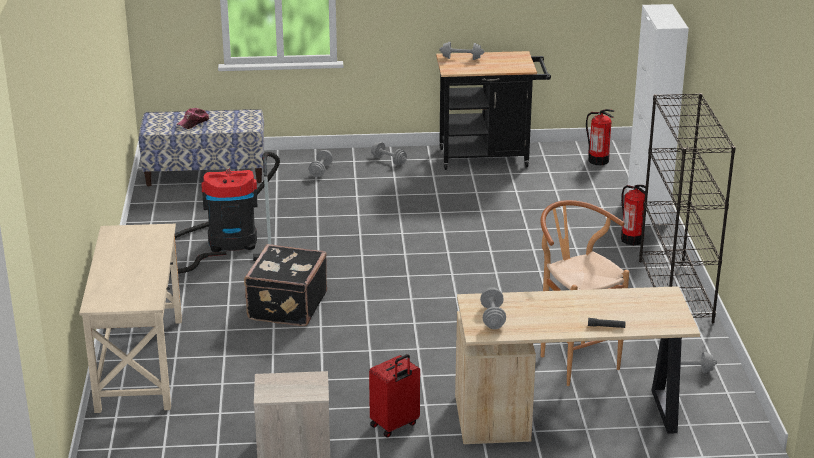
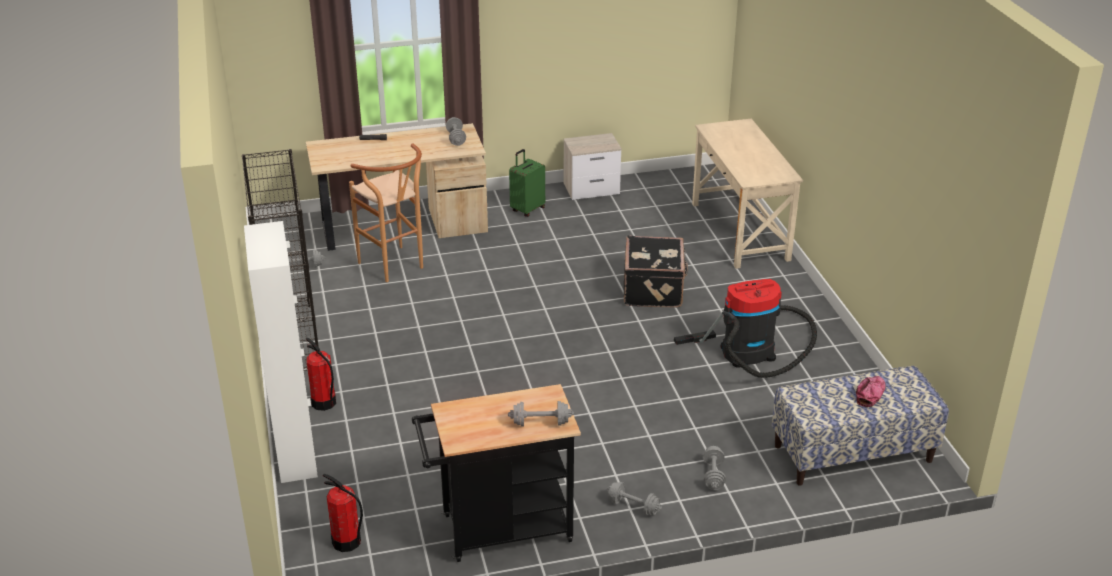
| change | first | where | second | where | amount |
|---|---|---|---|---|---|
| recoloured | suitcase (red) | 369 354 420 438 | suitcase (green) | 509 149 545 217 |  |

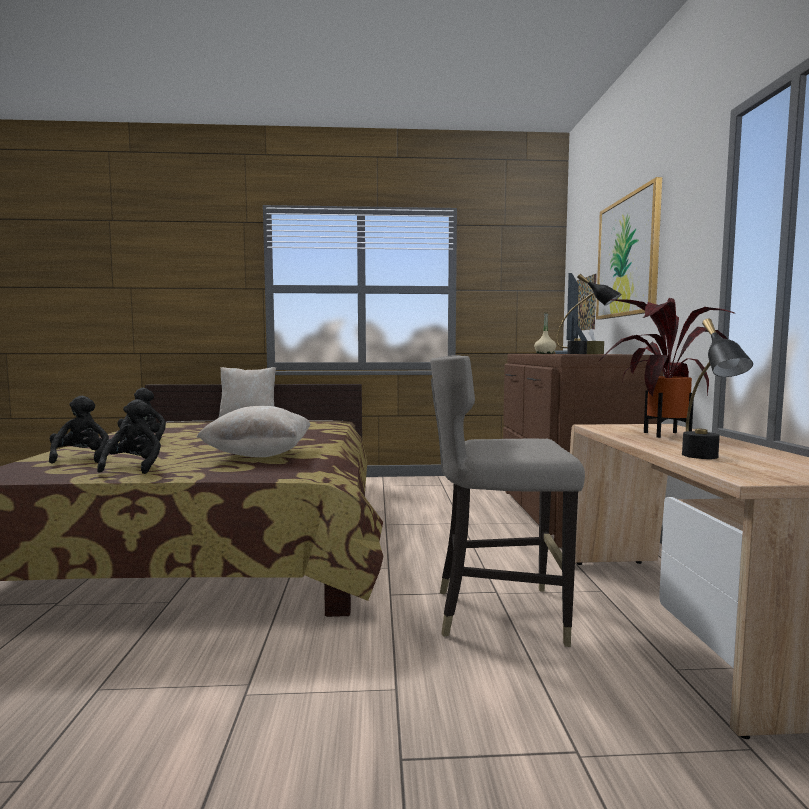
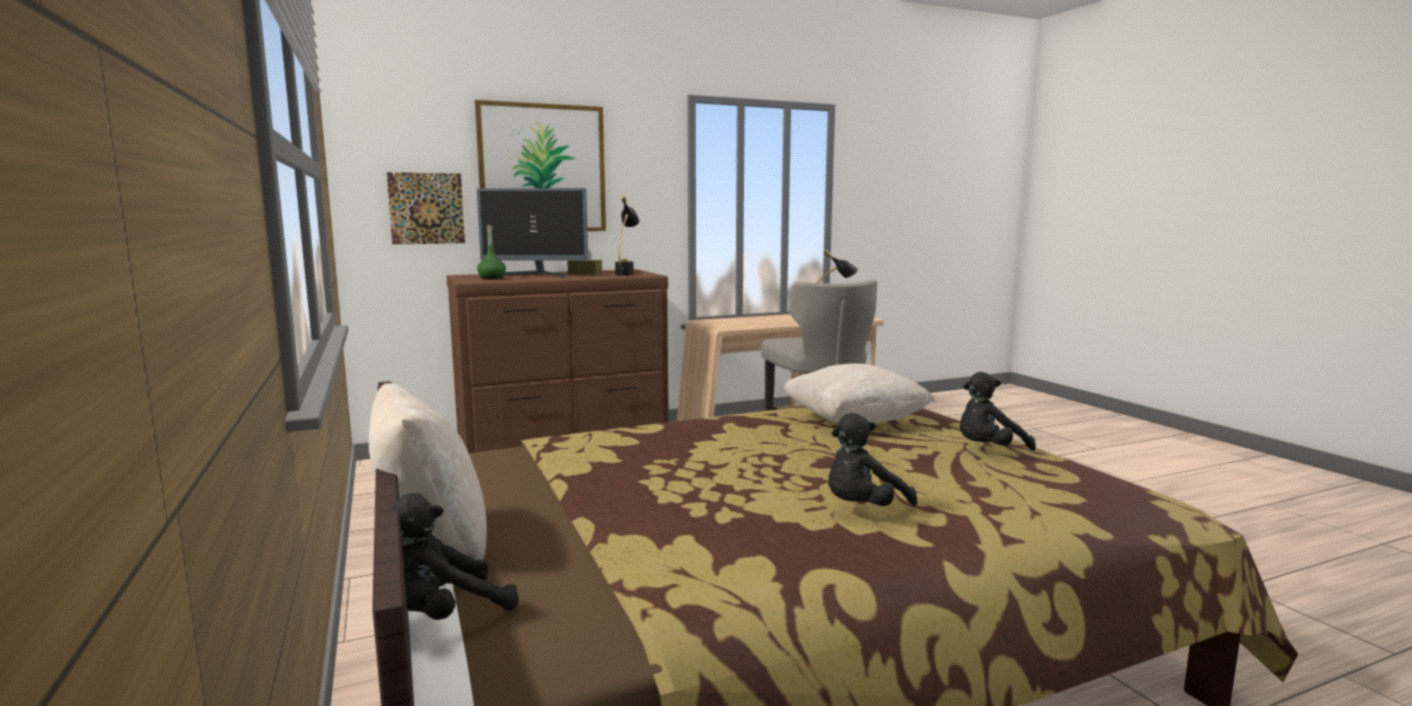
| change | first | where | second | where | amount |
|---|---|---|---|---|---|
| removed | potted plant | 599 298 736 438 |  |  |  |
| moved | plush toy (black) | 49 396 109 463 |  | 392 493 519 620 |  |
| recoloured | bottle (beige) | 534 312 556 354 | bottle (green) | 477 224 506 279 |  |

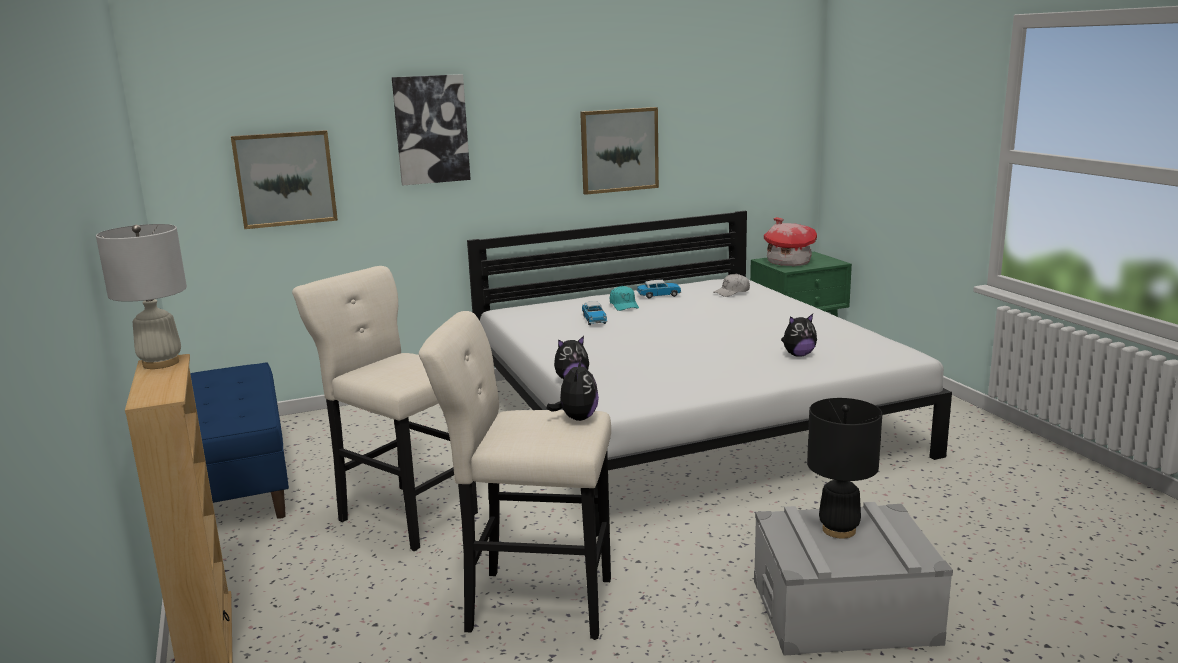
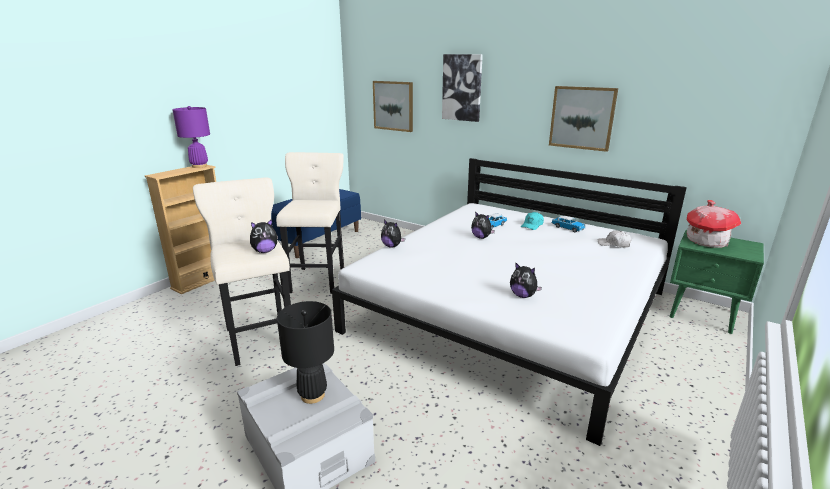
| change | first | where | second | where | amount |
|---|---|---|---|---|---|
| added |  |  | plush toy | 471 211 495 239 |  |
| recoloured | table lamp (white) | 96 224 187 369 | table lamp (purple) | 172 106 210 168 |  |

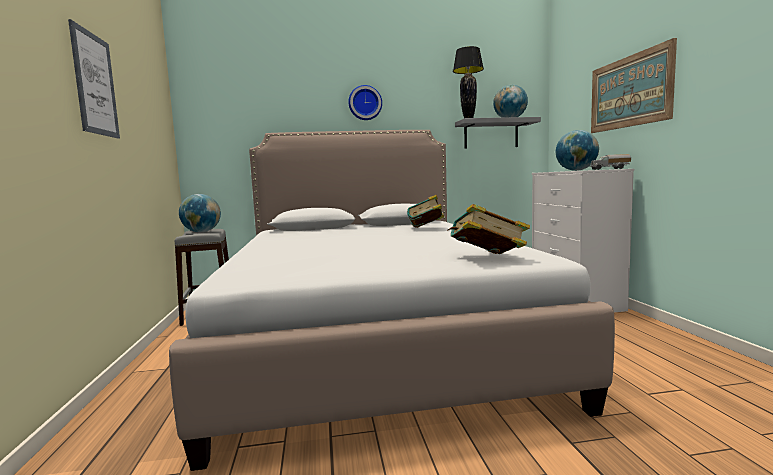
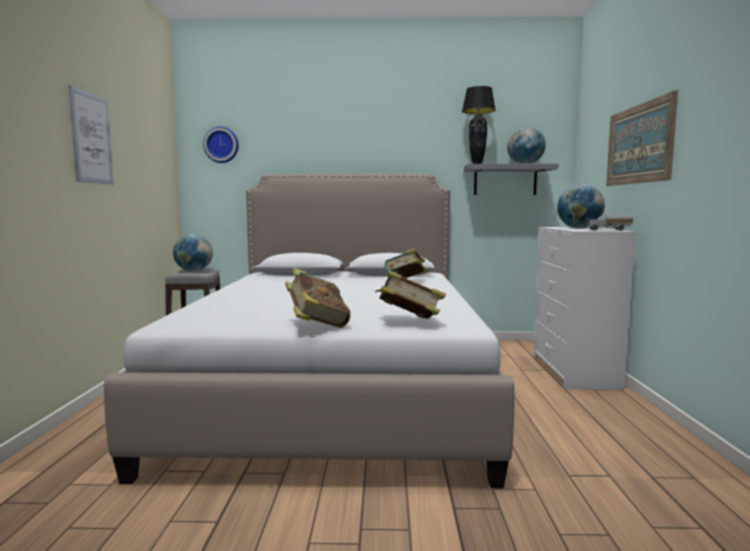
| change | first | where | second | where | amount |
|---|---|---|---|---|---|
| added |  |  | book | 285 268 350 328 |  |
| moved | wall clock | 348 85 382 120 |  | 203 127 239 163 |  |

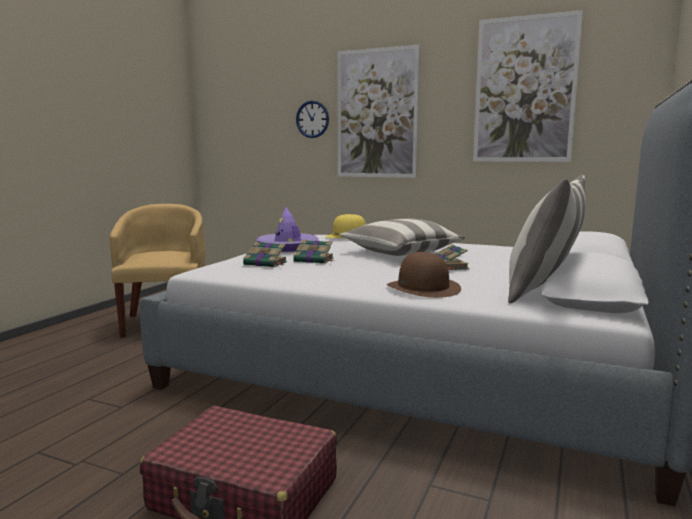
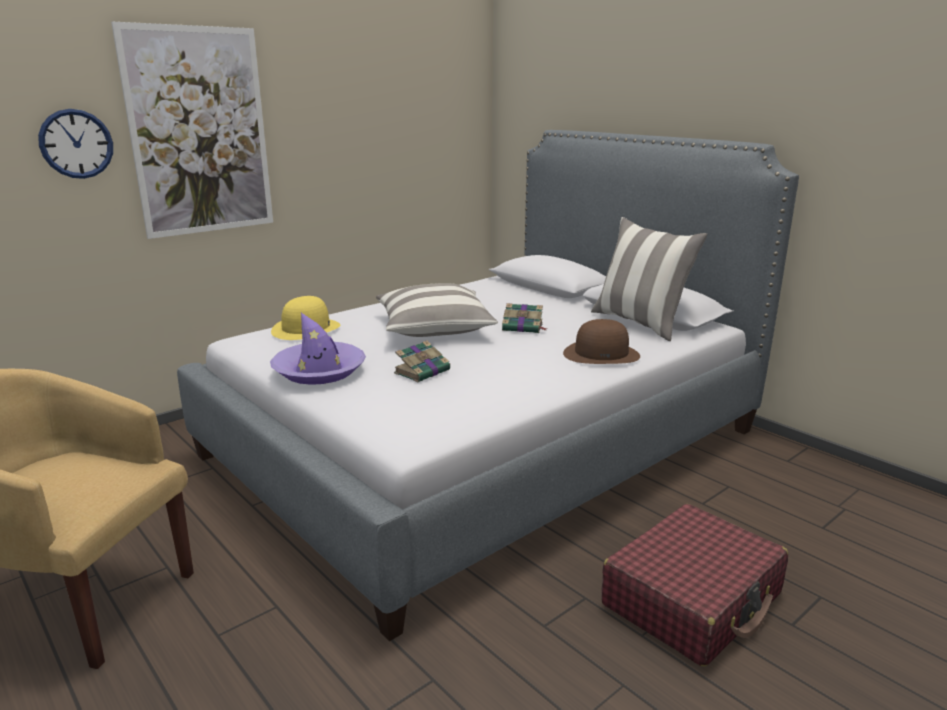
| change | first | where | second | where | amount |
|---|---|---|---|---|---|
| removed | book | 243 242 287 267 |  |  |  |
| removed | picture | 473 10 583 162 |  |  |  |

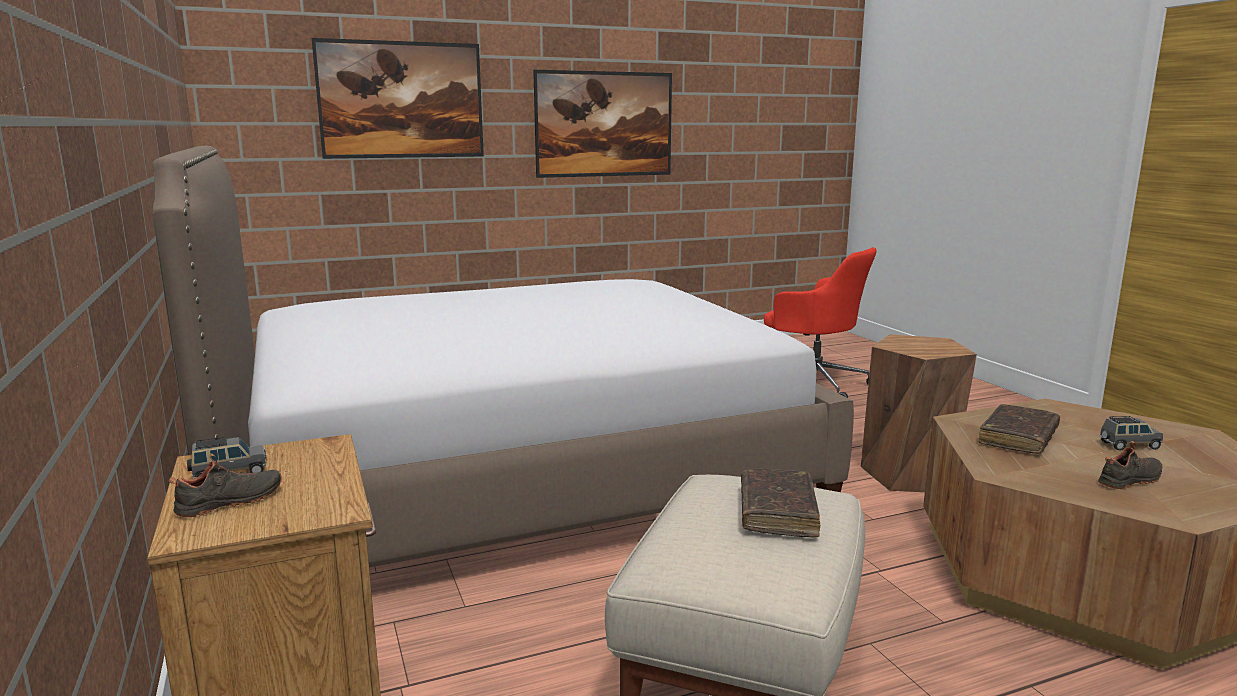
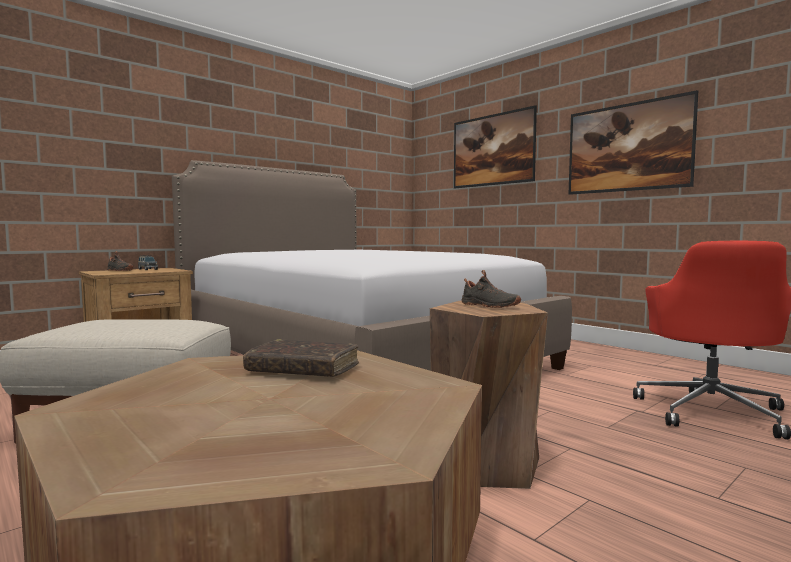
| change | first | where | second | where | amount |
|---|---|---|---|---|---|
| removed | book (brown) | 741 469 820 538 |  |  |  |
| removed | toy car (grey) | 1100 416 1163 451 |  |  |  |
| moved | shoe (black) | 1098 441 1162 489 |  | 461 270 521 308 |  |

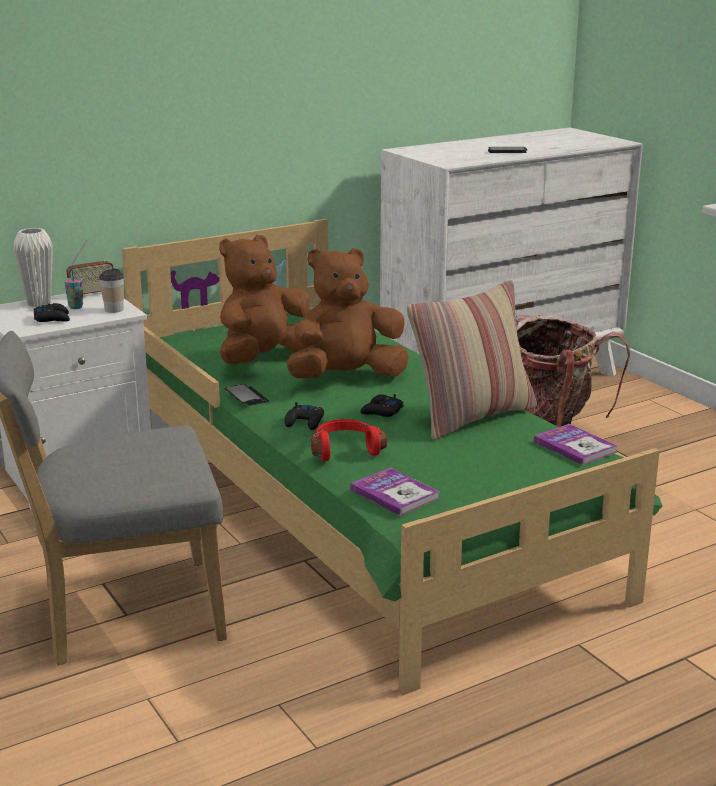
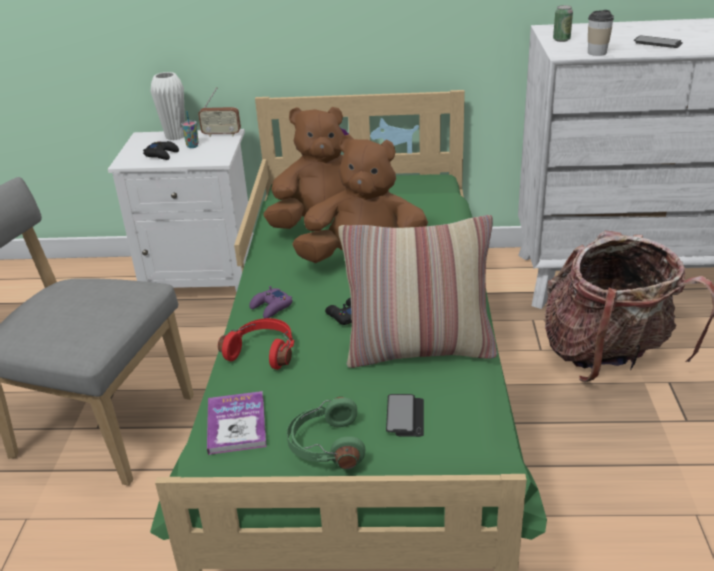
| change | first | where | second | where | amount |
|---|---|---|---|---|---|
| removed | book | 534 424 617 465 |  |  |  |
| added |  |  | headphones (green) | 287 397 365 469 |  |
| added |  |  | can | 553 5 573 42 |  |
| moved | cup | 99 269 124 313 |  | 588 10 614 56 |  |
| moved | phone | 225 384 269 405 |  | 386 394 424 437 |  |
| recoloured | game controller (black) | 285 402 324 430 | game controller (purple) | 249 286 293 318 |  |

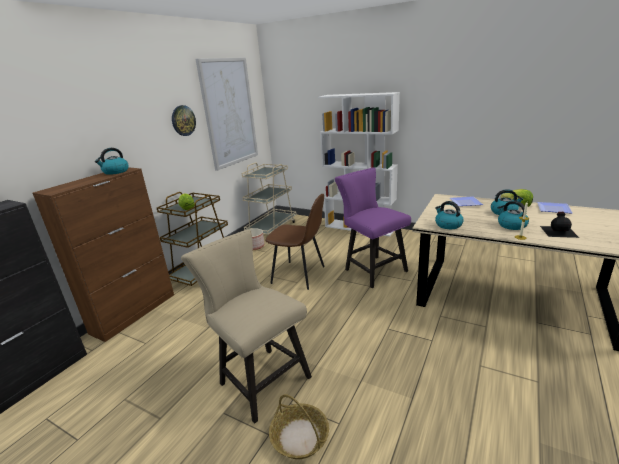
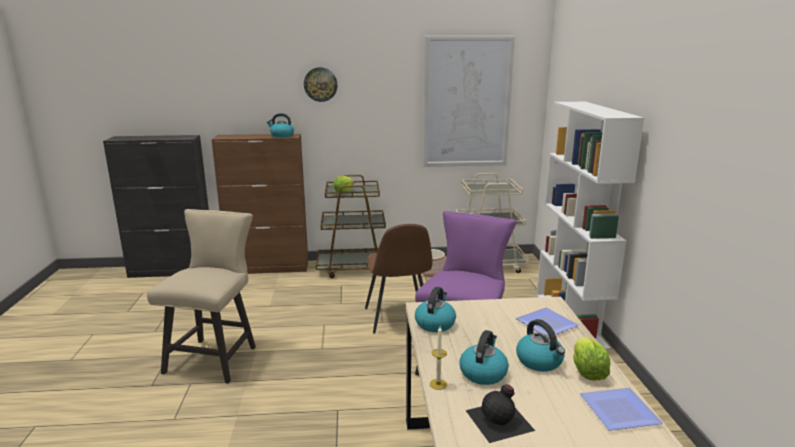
| change | first | where | second | where | amount |
|---|---|---|---|---|---|
| removed | basket | 269 394 329 459 |  |  |  |
| moved | wall clock | 172 105 196 136 |  | 304 67 338 102 |  |

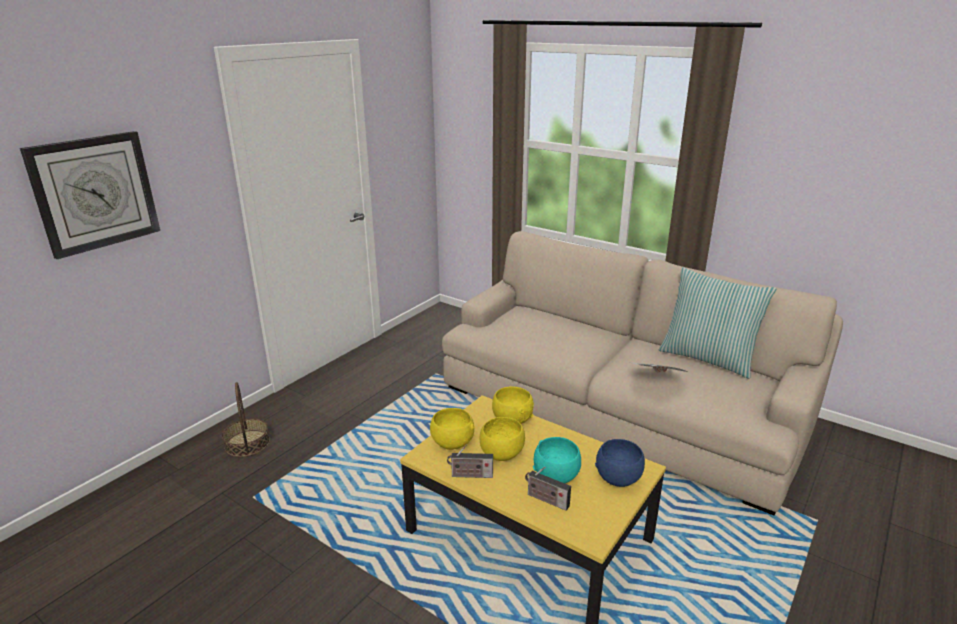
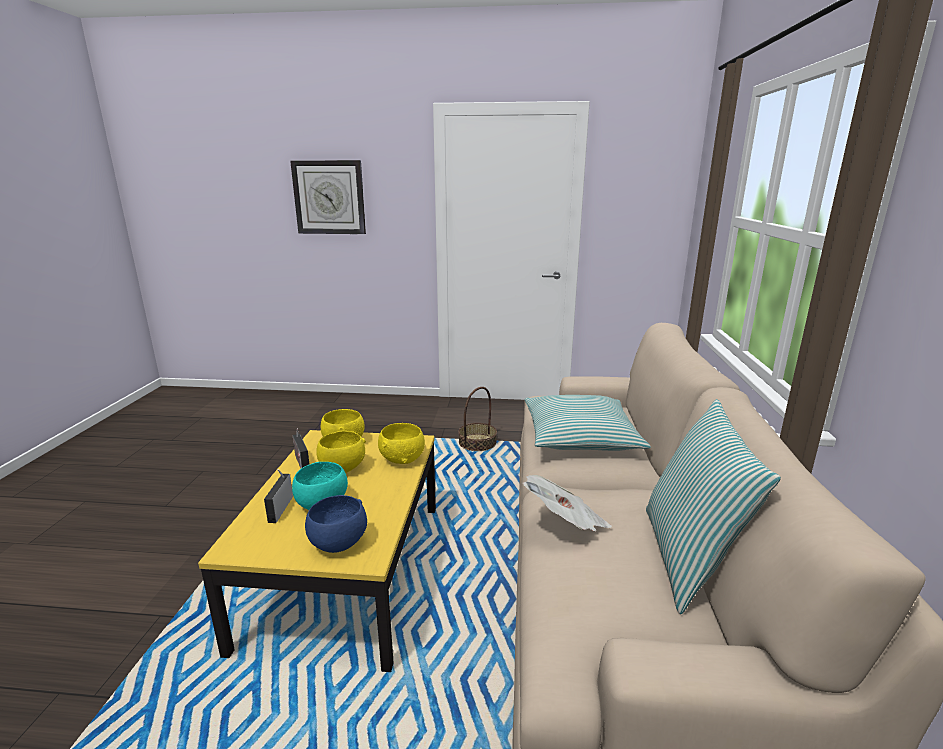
| change | first | where | second | where | amount |
|---|---|---|---|---|---|
| added |  |  | pillow | 525 395 651 451 |  |
| moved | basket | 222 382 270 457 |  | 458 387 497 451 |  |

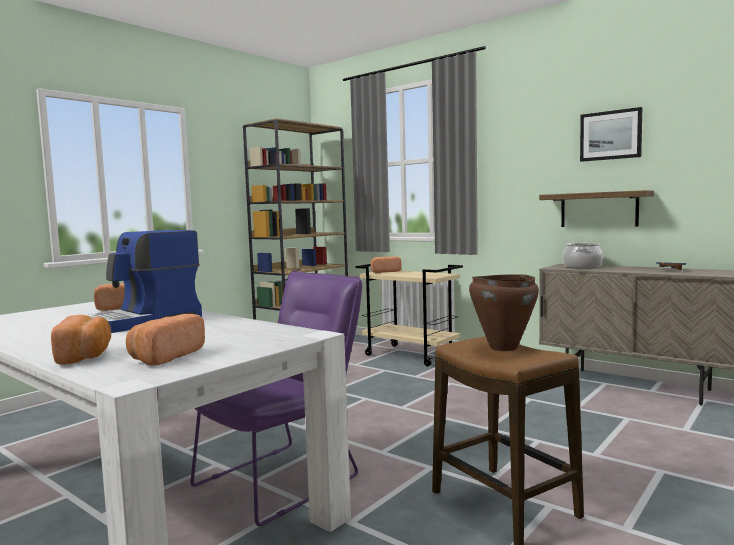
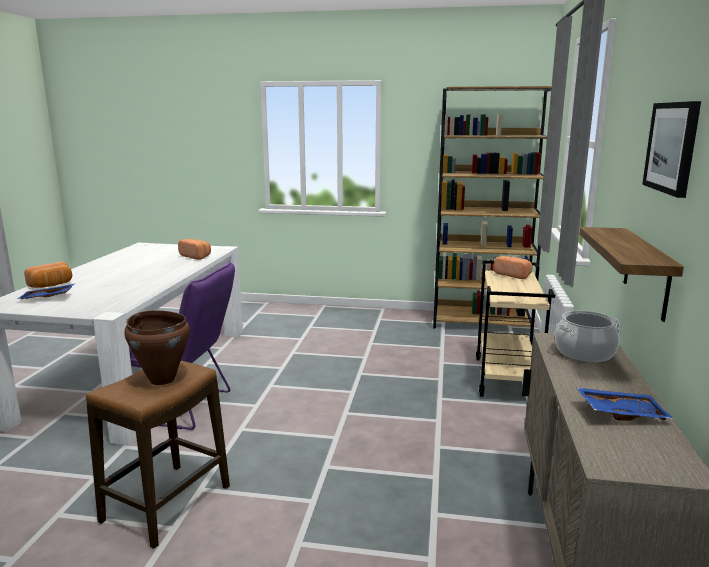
| change | first | where | second | where | amount |
|---|---|---|---|---|---|
| removed | coffee machine | 87 230 202 333 |  |  |  |
| replaced | bread | 126 314 205 366 | tray (blue) | 17 284 74 299 |  |

